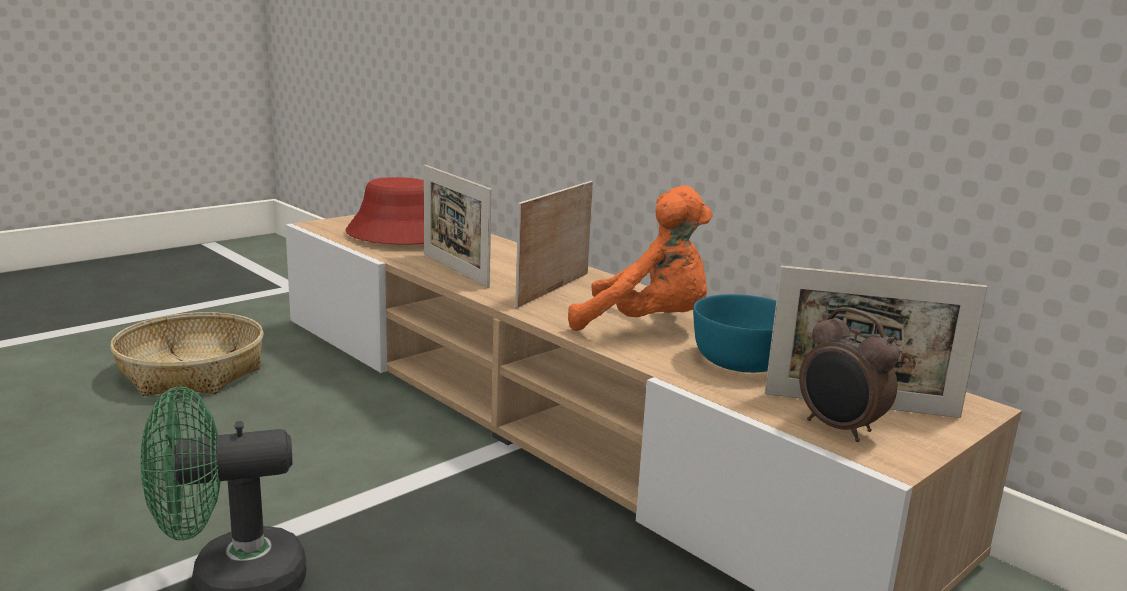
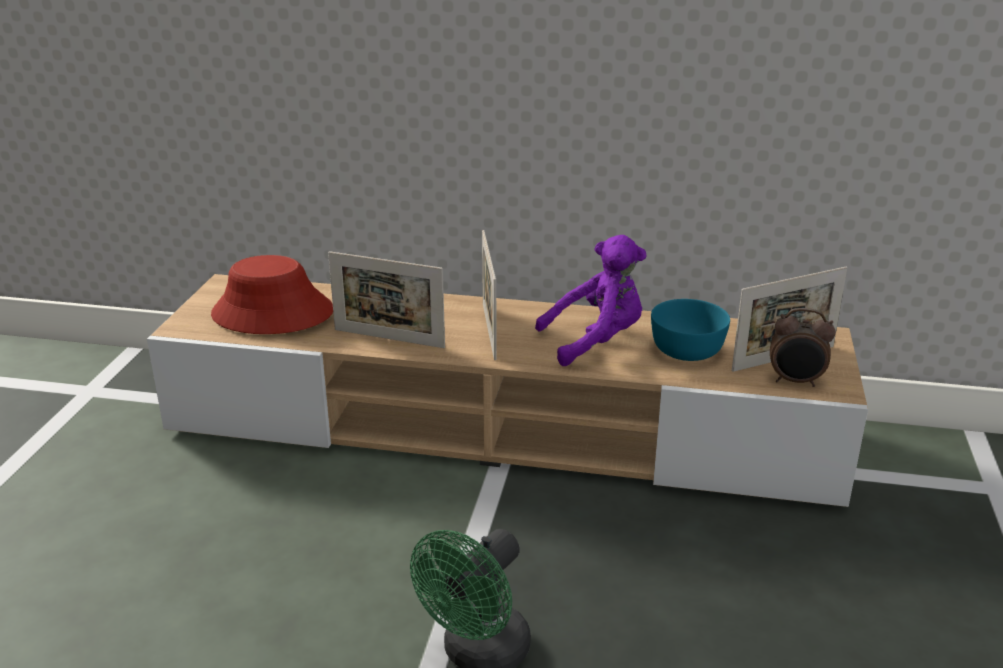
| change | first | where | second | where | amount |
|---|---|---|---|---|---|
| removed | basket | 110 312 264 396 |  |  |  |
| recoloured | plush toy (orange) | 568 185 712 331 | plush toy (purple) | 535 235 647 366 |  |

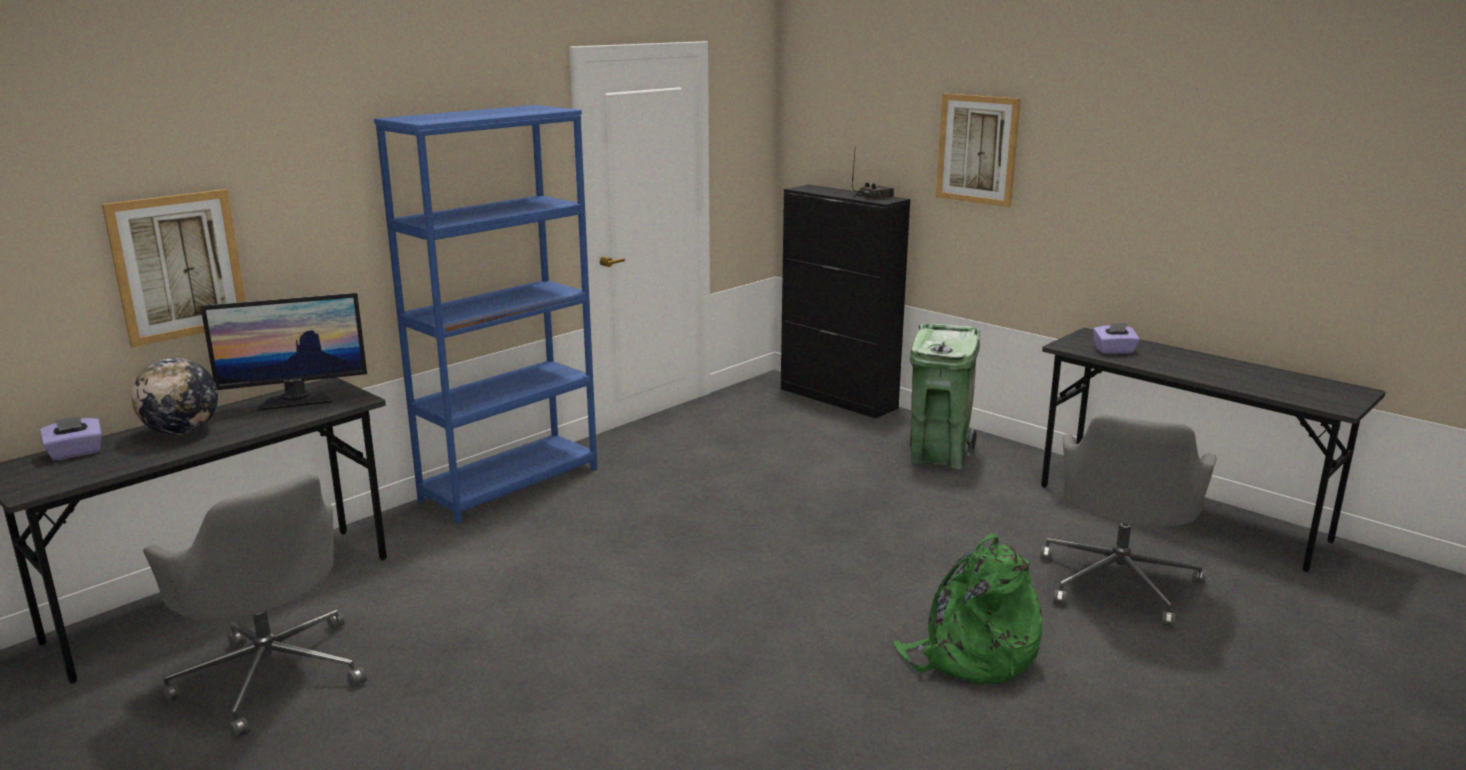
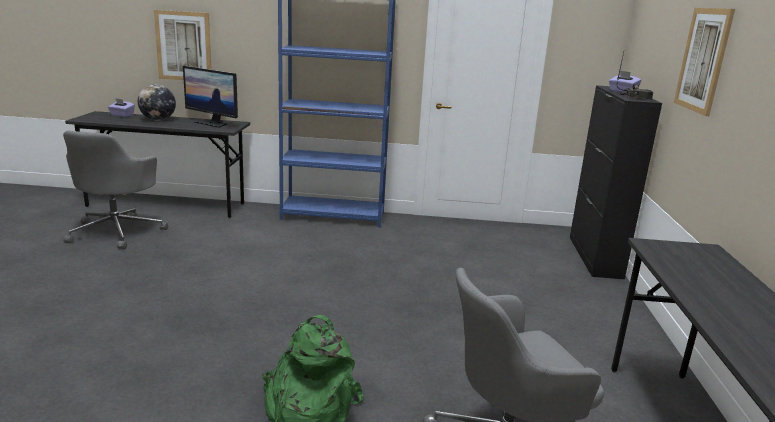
| change | first | where | second | where | amount |
|---|---|---|---|---|---|
| removed | trash can (green) | 910 324 980 469 |  |  |  |
| moved | tissue box (purple) | 1093 323 1140 354 |  | 609 71 642 93 |  |

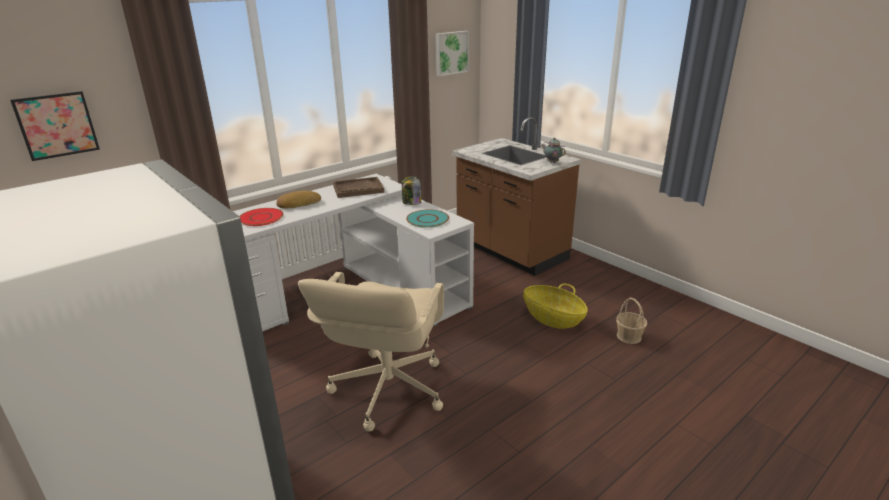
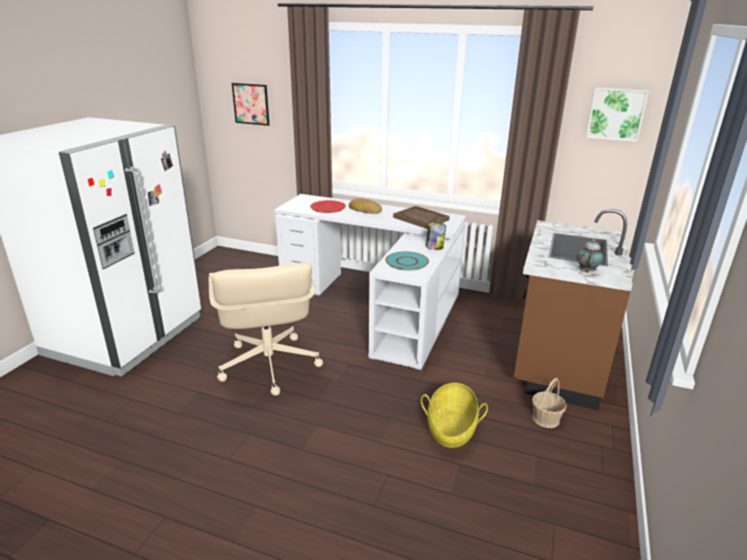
| change | first | where | second | where | amount |
|---|---|---|---|---|---|
| moved | basket | 616 298 647 344 |  | 532 378 567 428 |  |
| turned | office chair (beige) | 298 272 445 431 |  | 209 263 323 396 | 90 degrees counterclockwise |

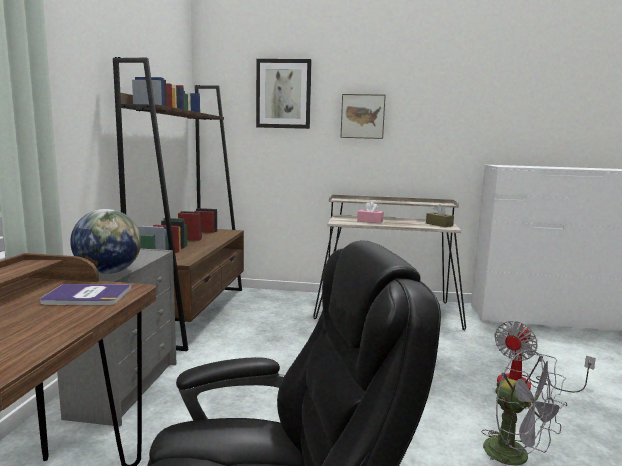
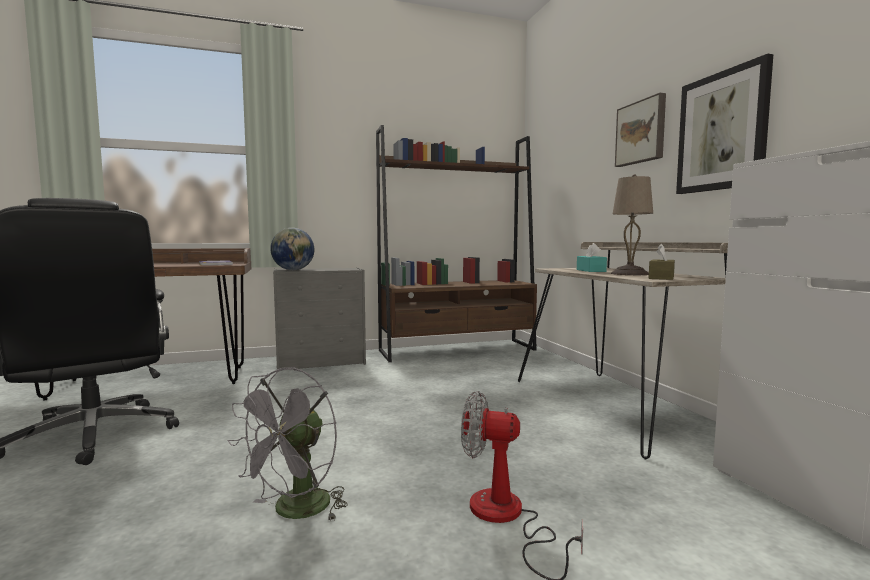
| change | first | where | second | where | amount |
|---|---|---|---|---|---|
| added |  |  | table lamp (beige) | 611 174 653 275 |  |
| moved | picture | 256 59 312 129 |  | 676 54 773 194 |  |
| recoloured | tissue box (pink) | 357 201 384 223 | tissue box (turquoise) | 577 243 607 272 |  |

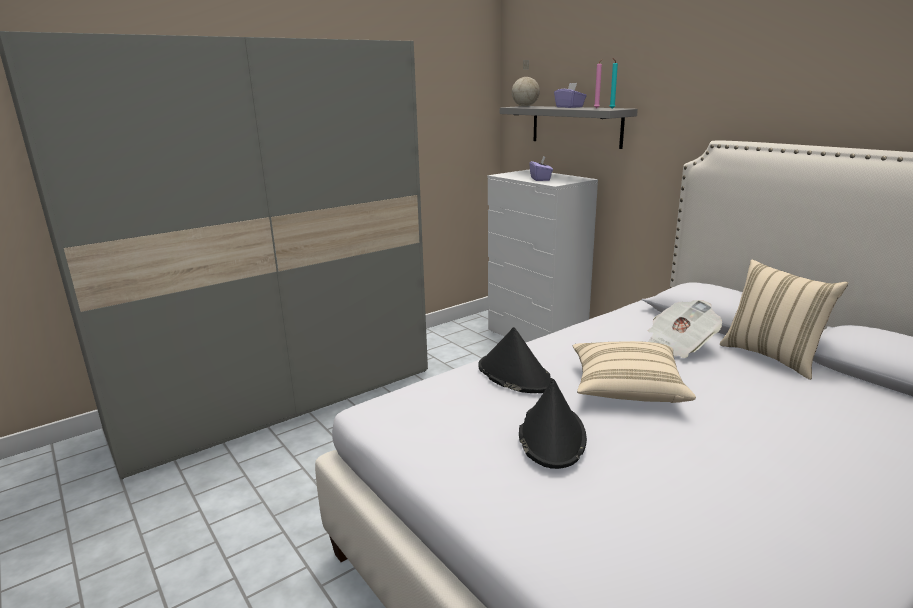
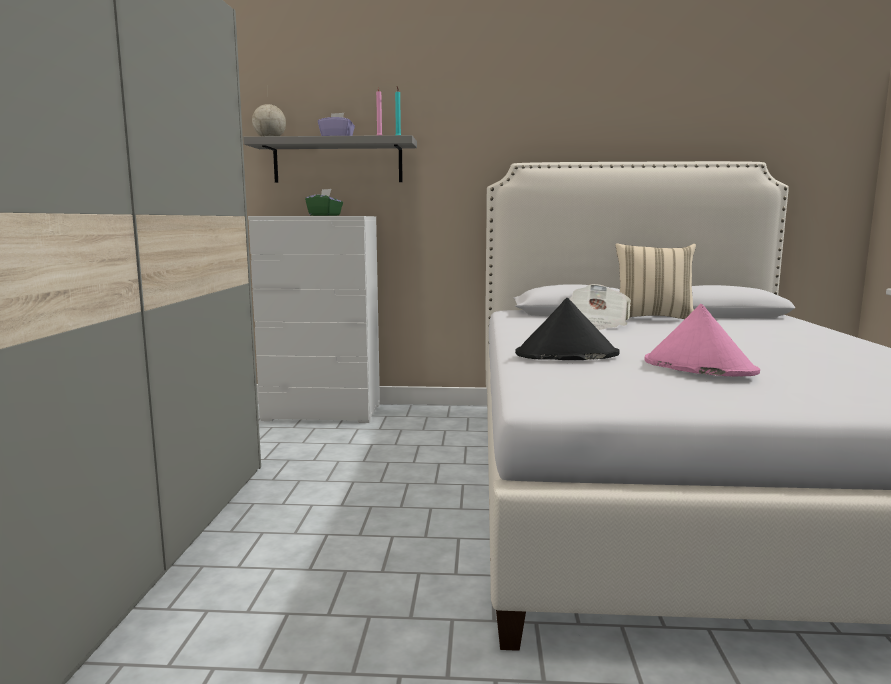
| change | first | where | second | where | amount |
|---|---|---|---|---|---|
| removed | pillow (beige) | 573 341 696 403 |  |  |  |
| recoloured | hat (black) | 519 379 587 469 | hat (pink) | 645 304 760 376 |  |
| recoloured | tissue box (purple) | 529 156 553 181 | tissue box (green) | 305 189 343 216 |  |

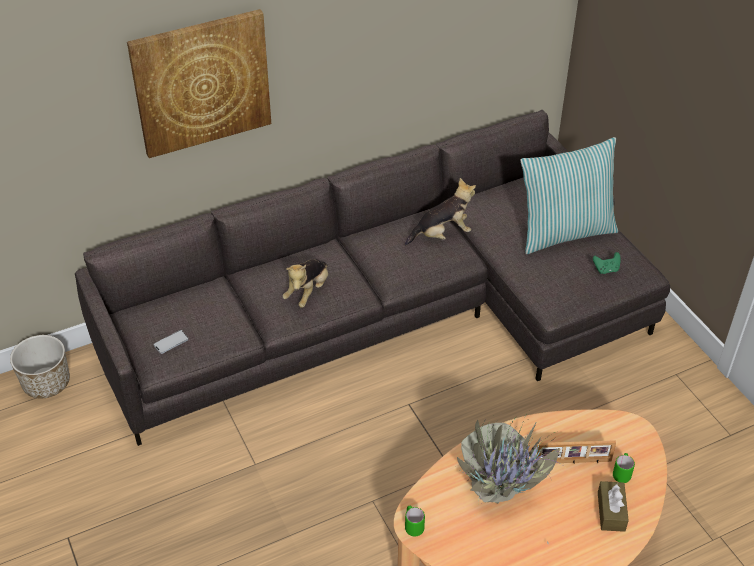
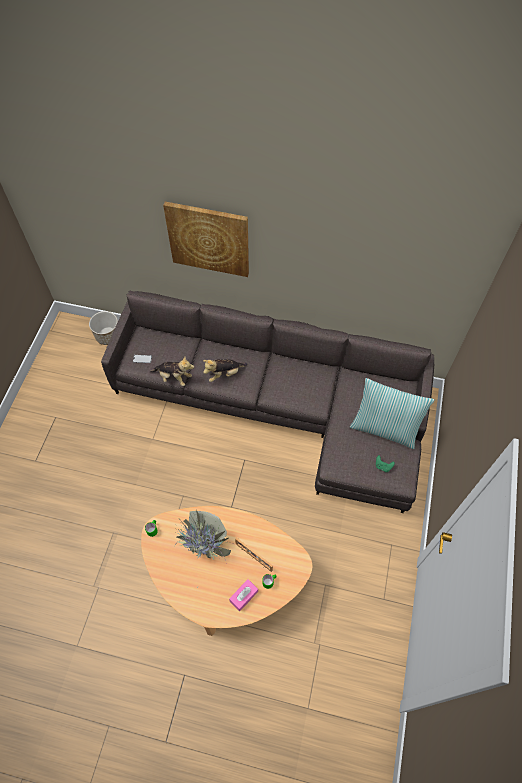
| change | first | where | second | where | amount |
|---|---|---|---|---|---|
| moved | plush toy | 405 178 476 246 |  | 150 357 194 386 |  |
| recoloured | tissue box (brown) | 598 481 629 532 | tissue box (pink) | 229 579 258 611 |  |

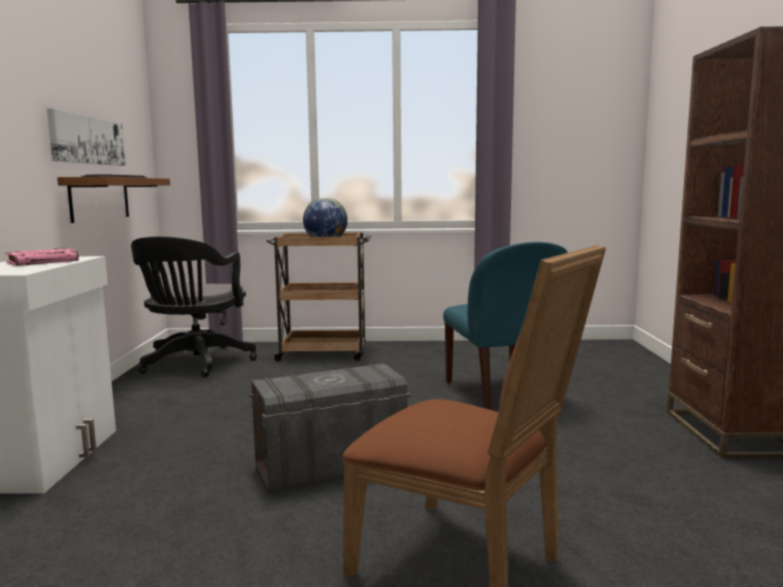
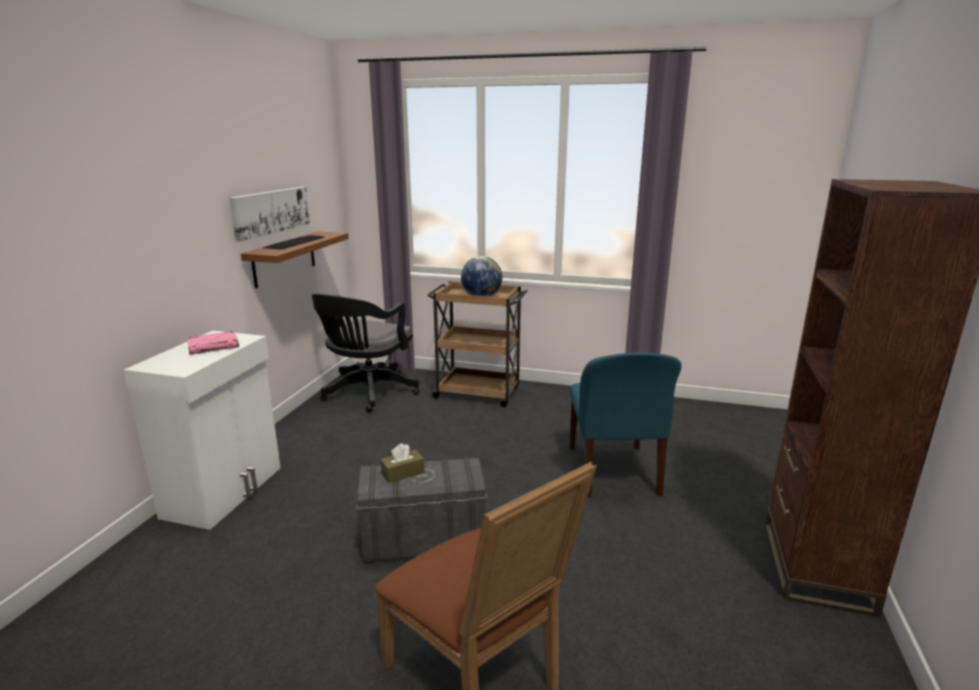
| change | first | where | second | where | amount |
|---|---|---|---|---|---|
| added |  |  | tissue box (brown) | 380 443 424 483 |  |

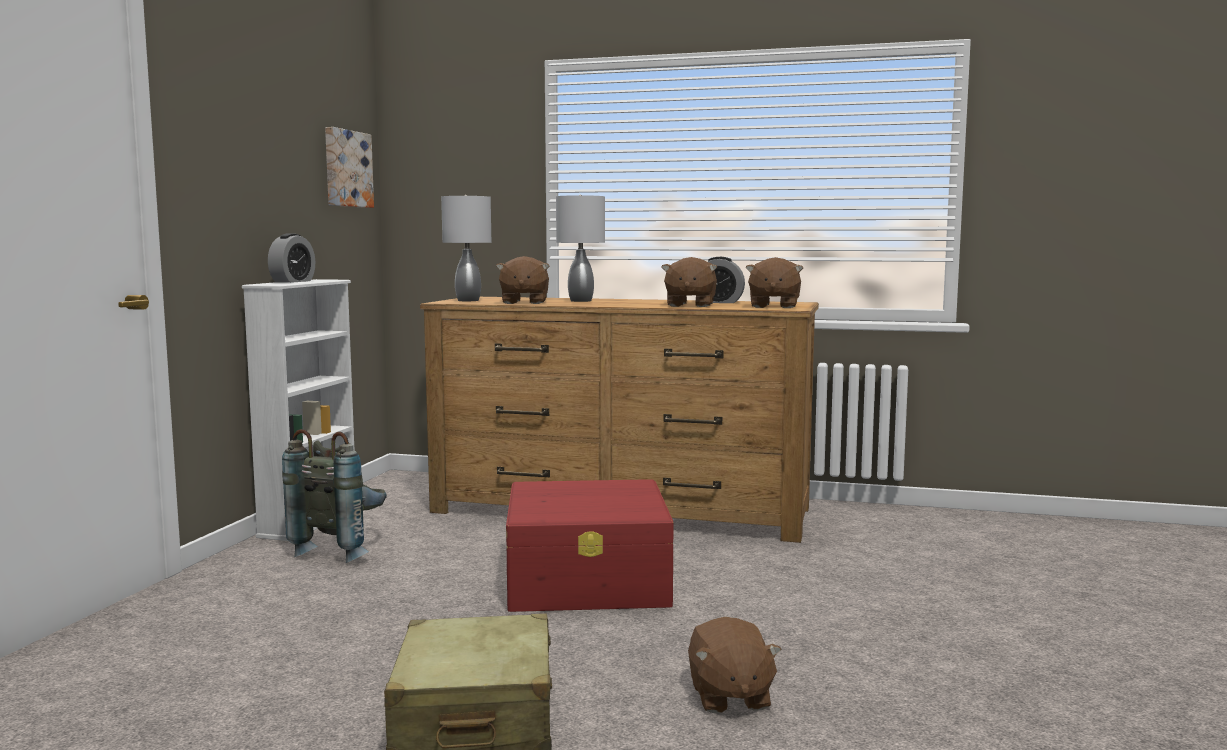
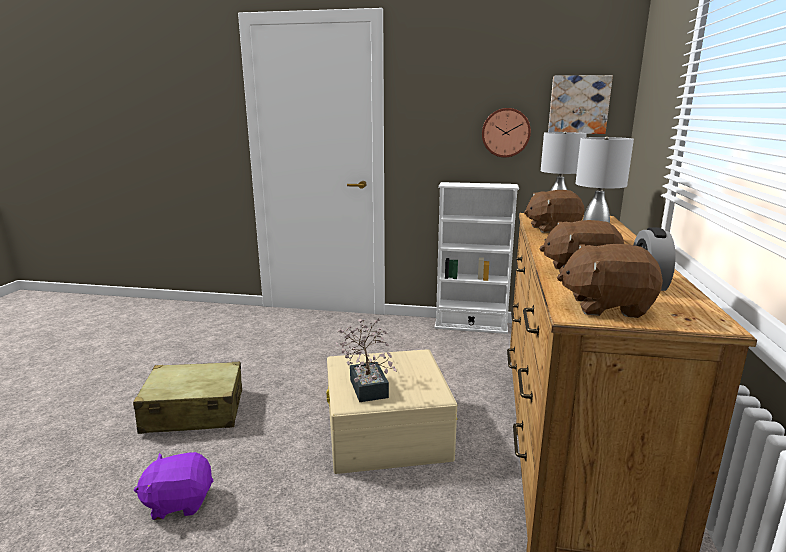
| change | first | where | second | where | amount |
|---|---|---|---|---|---|
| removed | alarm clock | 268 233 315 283 |  |  |  |
| removed | backpack (grey) | 282 429 387 563 |  |  |  |
| added |  |  | potted plant | 336 319 397 402 |  |
| added |  |  | wall clock | 482 108 531 157 |  |
| recoloured | storage box (red) | 506 479 674 612 | storage box (beige) | 327 349 458 474 |  |
| recoloured | plush toy (brown) | 688 617 782 713 | plush toy (purple) | 134 452 213 520 |  |

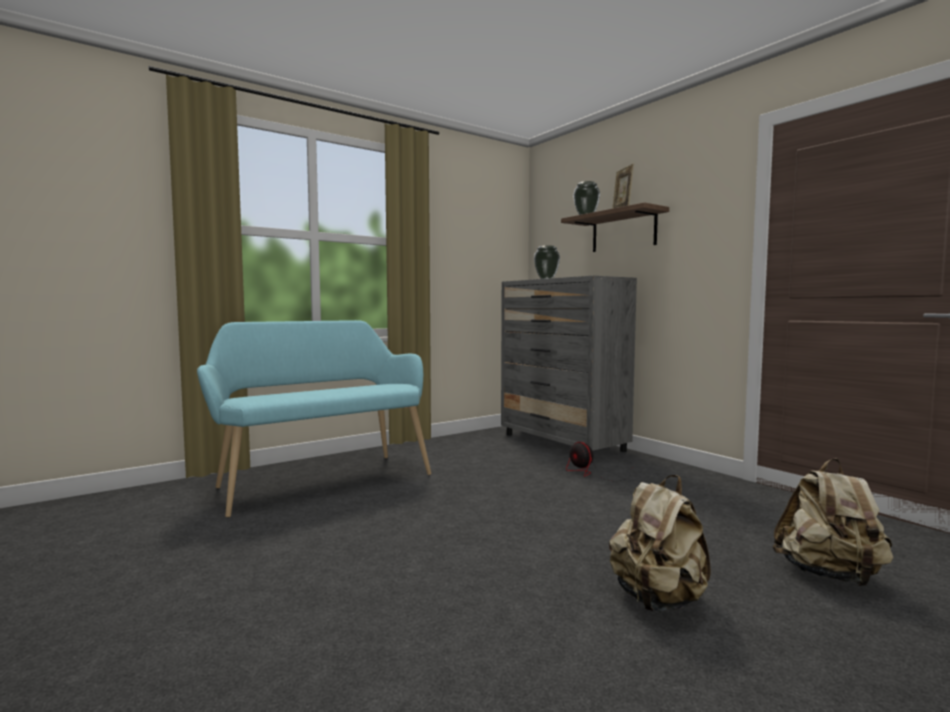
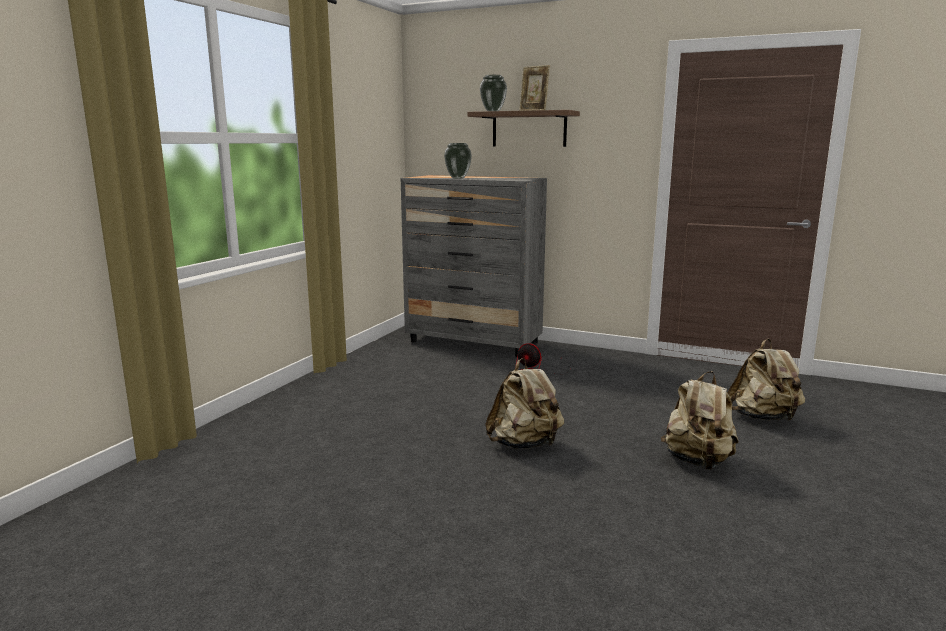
| change | first | where | second | where | amount |
|---|---|---|---|---|---|
| removed | bench (turquoise) | 197 320 431 518 |  |  |  |
| added |  |  | backpack (beige) | 485 358 564 449 |  |

